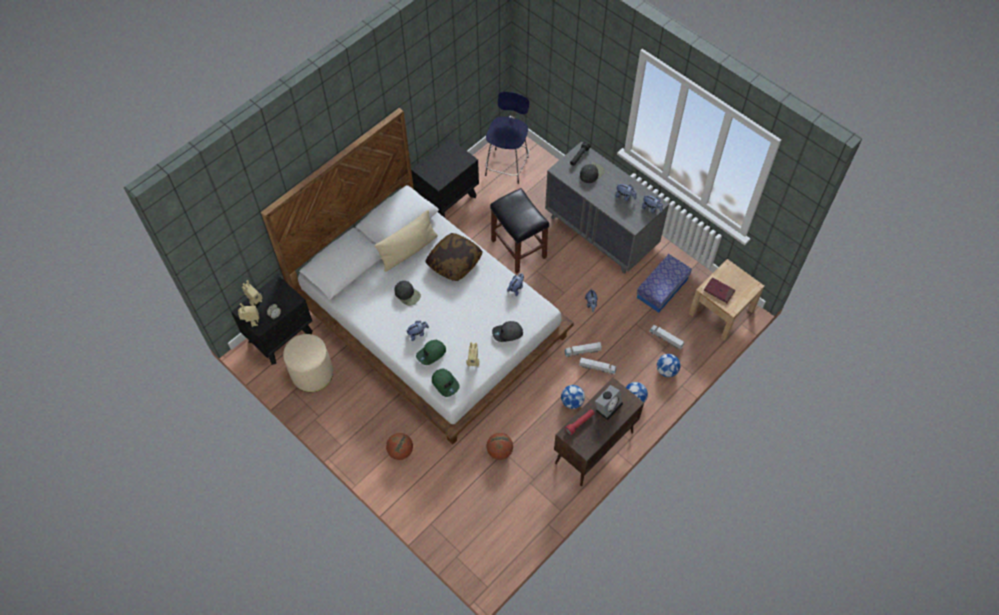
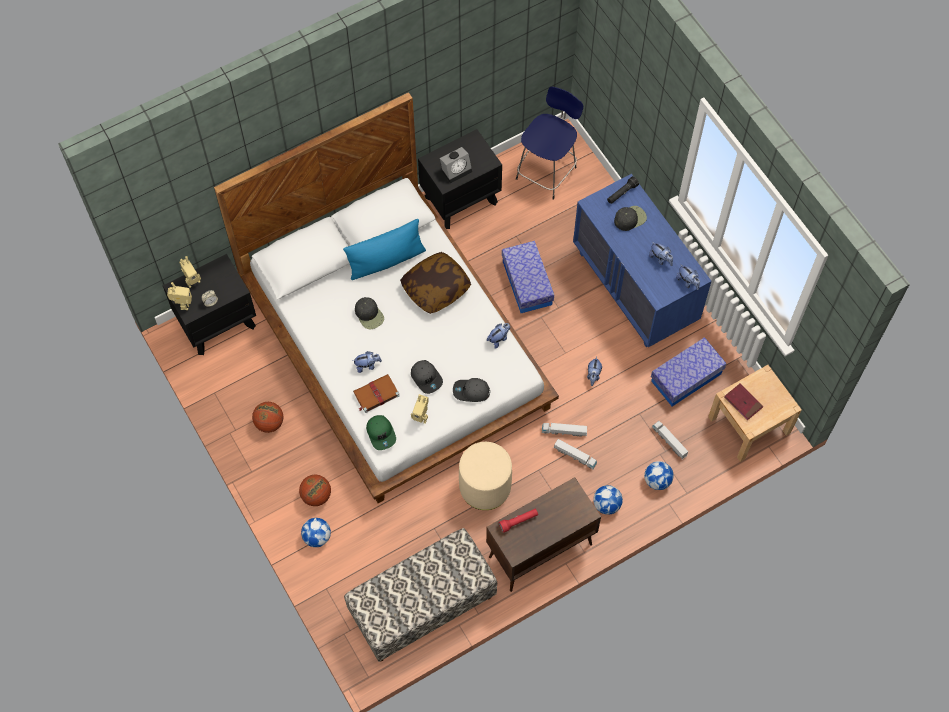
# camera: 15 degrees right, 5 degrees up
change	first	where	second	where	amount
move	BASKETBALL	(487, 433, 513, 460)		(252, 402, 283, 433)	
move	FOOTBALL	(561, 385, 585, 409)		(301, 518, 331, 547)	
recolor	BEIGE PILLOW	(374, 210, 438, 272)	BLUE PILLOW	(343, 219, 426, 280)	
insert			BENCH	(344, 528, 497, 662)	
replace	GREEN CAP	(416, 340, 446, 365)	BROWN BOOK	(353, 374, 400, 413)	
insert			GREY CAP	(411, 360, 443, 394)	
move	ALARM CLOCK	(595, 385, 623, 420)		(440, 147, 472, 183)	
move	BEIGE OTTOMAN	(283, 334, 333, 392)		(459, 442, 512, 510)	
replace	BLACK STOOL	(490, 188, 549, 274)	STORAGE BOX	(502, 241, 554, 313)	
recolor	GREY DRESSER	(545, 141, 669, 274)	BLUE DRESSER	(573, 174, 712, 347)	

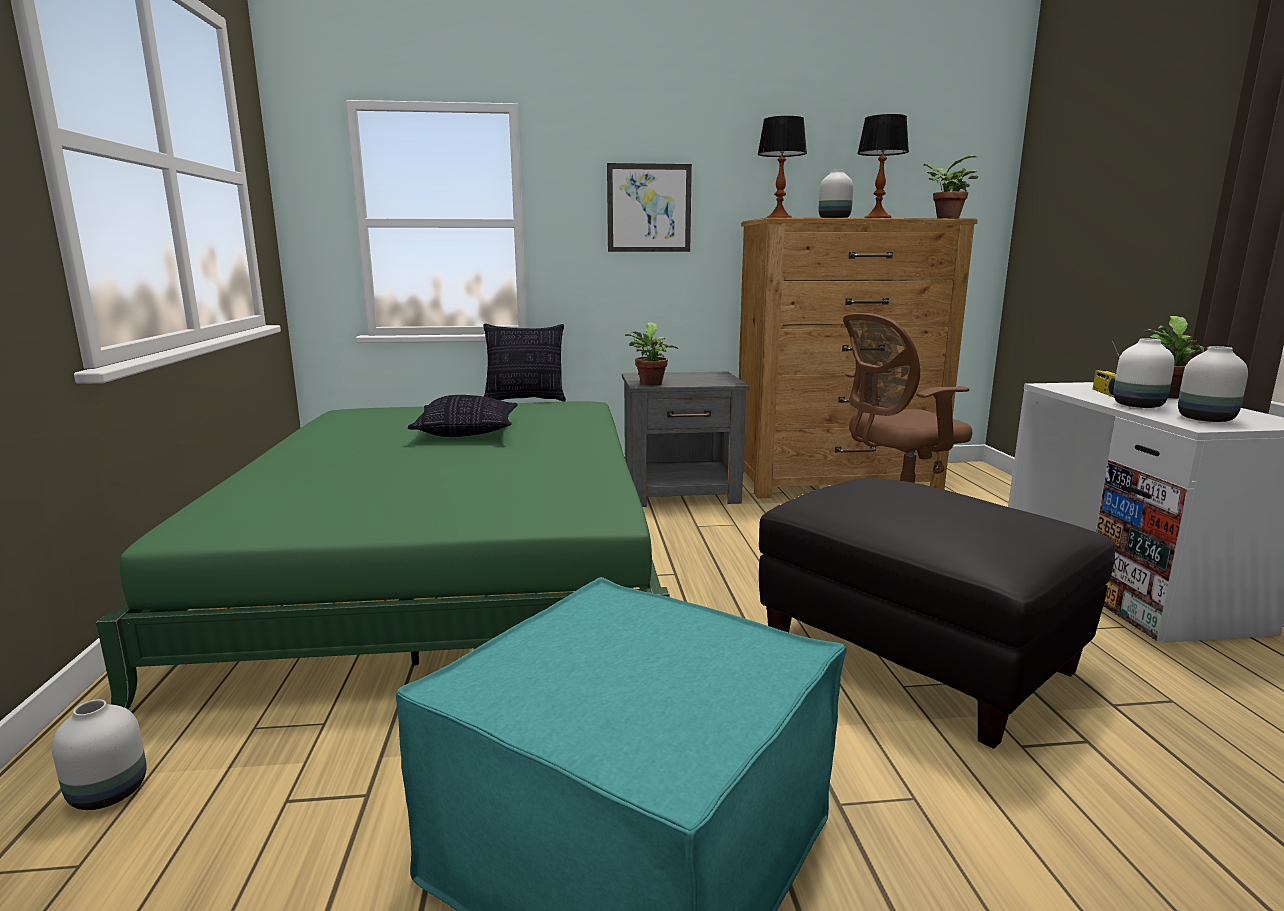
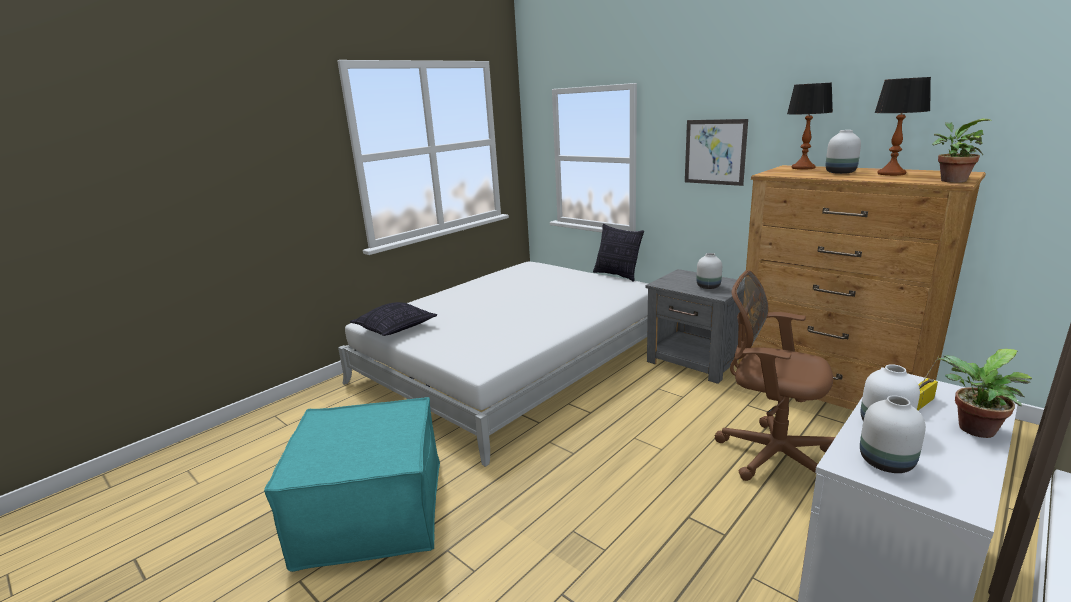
# camera: 50 degrees right, 5 degrees up
change	first	where	second	where	amount
recolor	GREEN BED	(96, 401, 670, 710)	WHITE BED	(338, 262, 648, 467)	
move	PILLOW	(408, 395, 518, 437)		(350, 302, 437, 336)	
move	WHITE VASE	(52, 699, 146, 810)		(696, 253, 722, 289)	
delete	POTTED PLANT	(625, 322, 679, 386)			
delete	BLACK OTTOMAN	(759, 478, 1115, 749)			

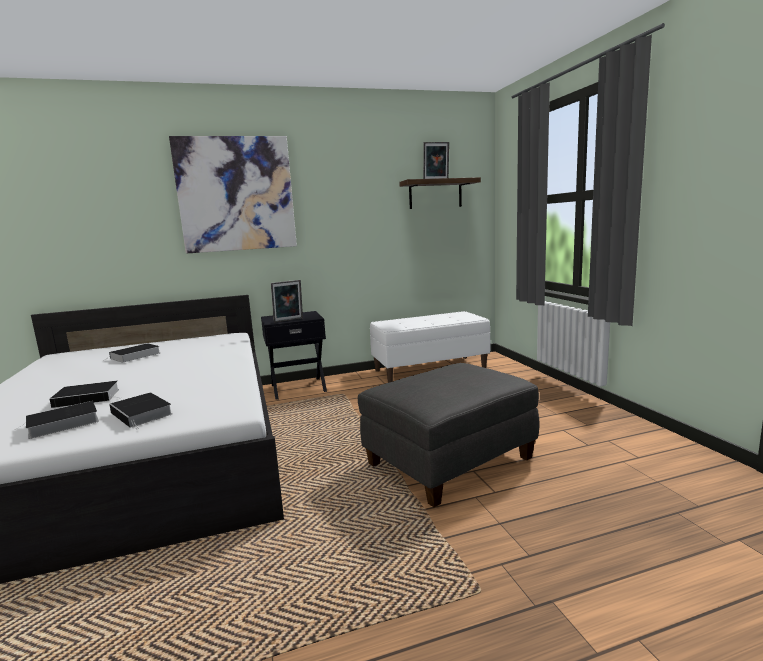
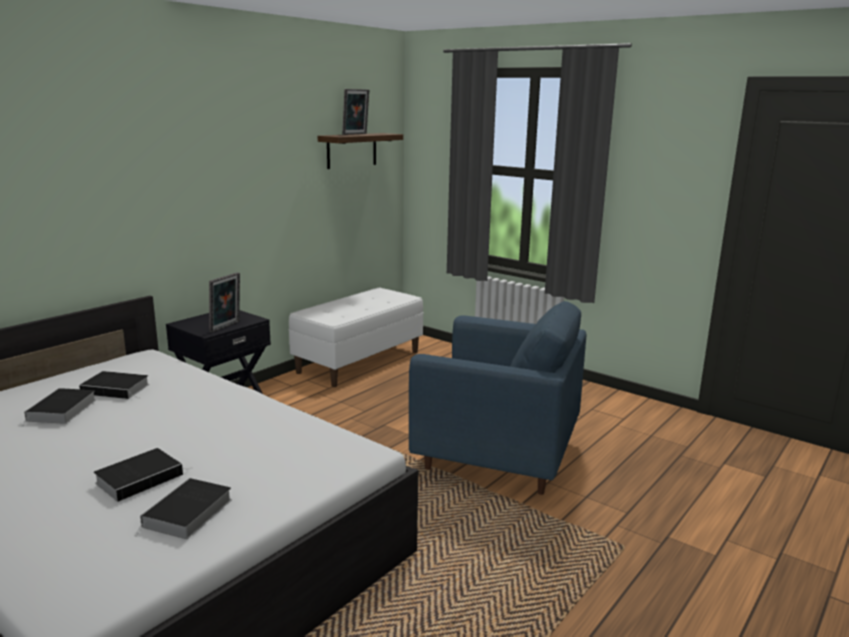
# camera: 35 degrees left, 5 degrees up
change	first	where	second	where	amount
move	BOOK	(109, 393, 173, 430)		(79, 371, 149, 399)	
replace	GREY OTTOMAN	(358, 363, 540, 507)	BLUE ARMCHAIR	(409, 301, 586, 495)	
delete	PICTURE	(169, 136, 297, 254)			

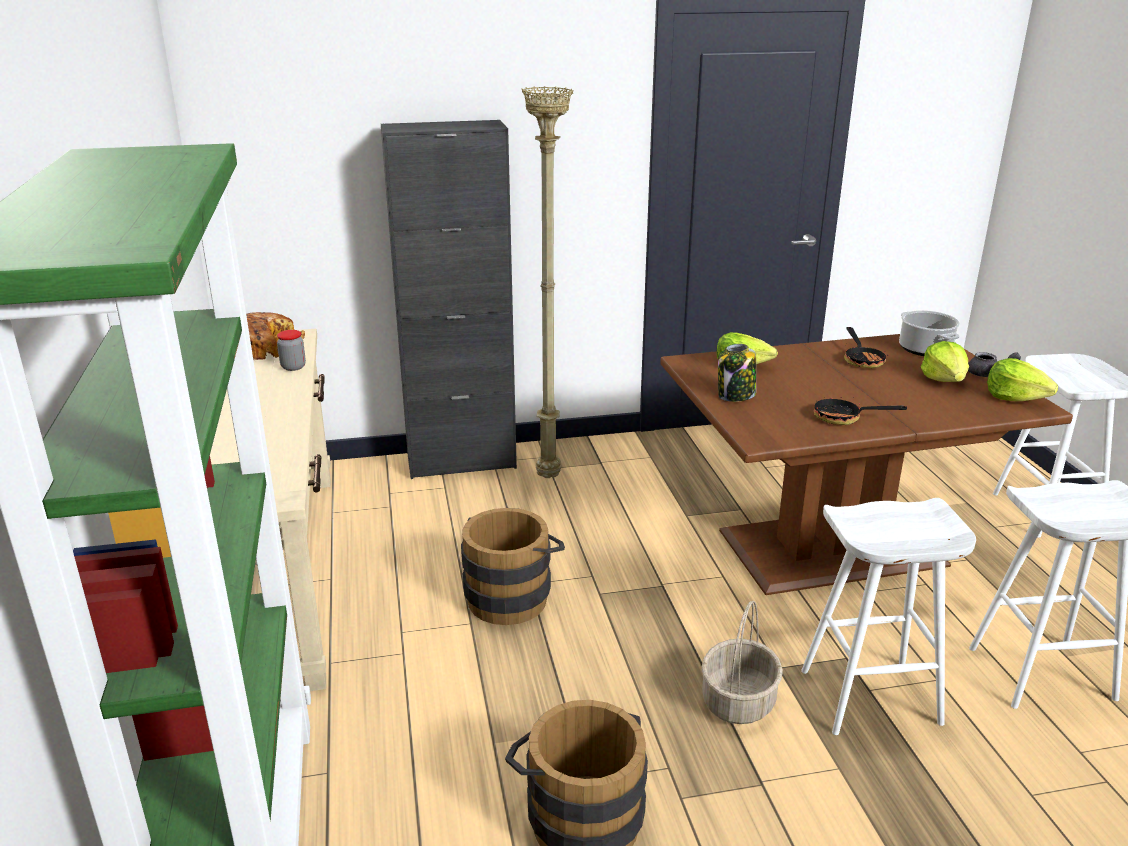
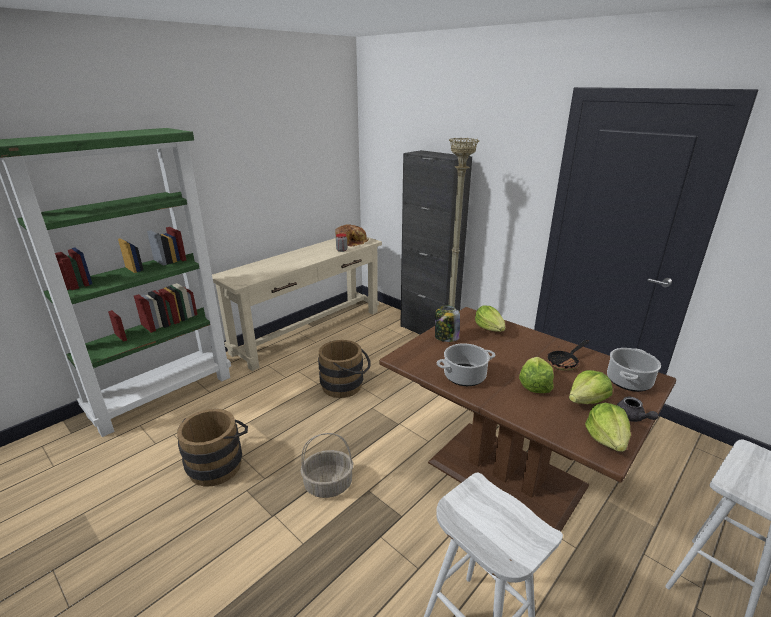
# camera: 55 degrees right, 0 degrees up
change	first	where	second	where	amount
replace	FRYING PAN	(814, 397, 907, 425)	COOKING POT	(437, 343, 495, 386)	
insert			LETTUCE	(519, 357, 554, 393)	
delete	WHITE STOOL	(801, 498, 976, 735)			

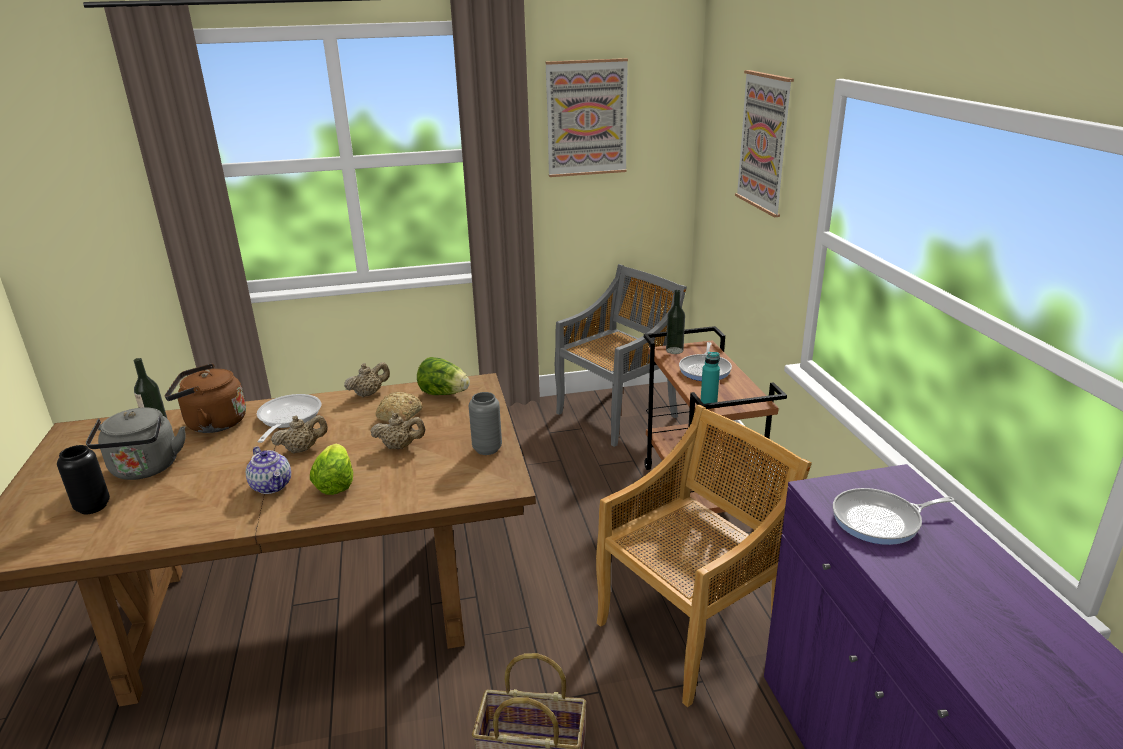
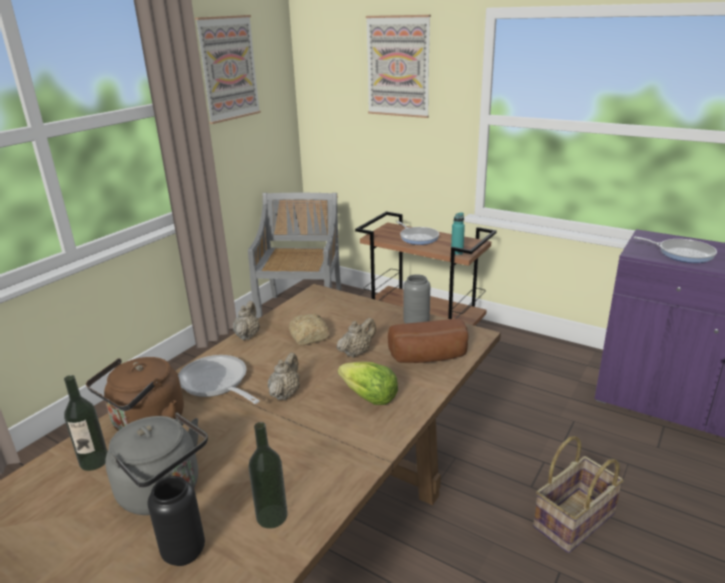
# camera: 45 degrees left, 0 degrees up
change	first	where	second	where	amount
move	BOTTLE	(666, 290, 685, 354)		(248, 422, 288, 529)	
insert			BREAD	(388, 319, 468, 363)	
rotate	FRYING PAN	(833, 488, 954, 545)		(633, 237, 717, 263)	90 degrees counterclockwise
delete	TEAPOT	(246, 446, 291, 494)			
delete	LETTUCE	(417, 357, 470, 395)			
delete	BEIGE CHAIR	(596, 405, 812, 707)			

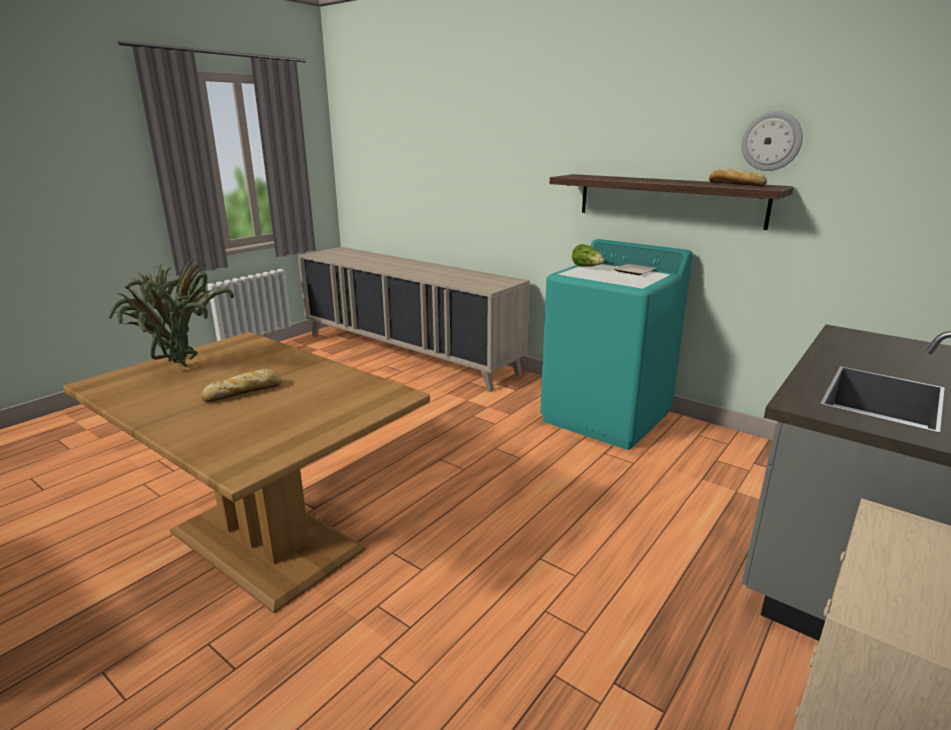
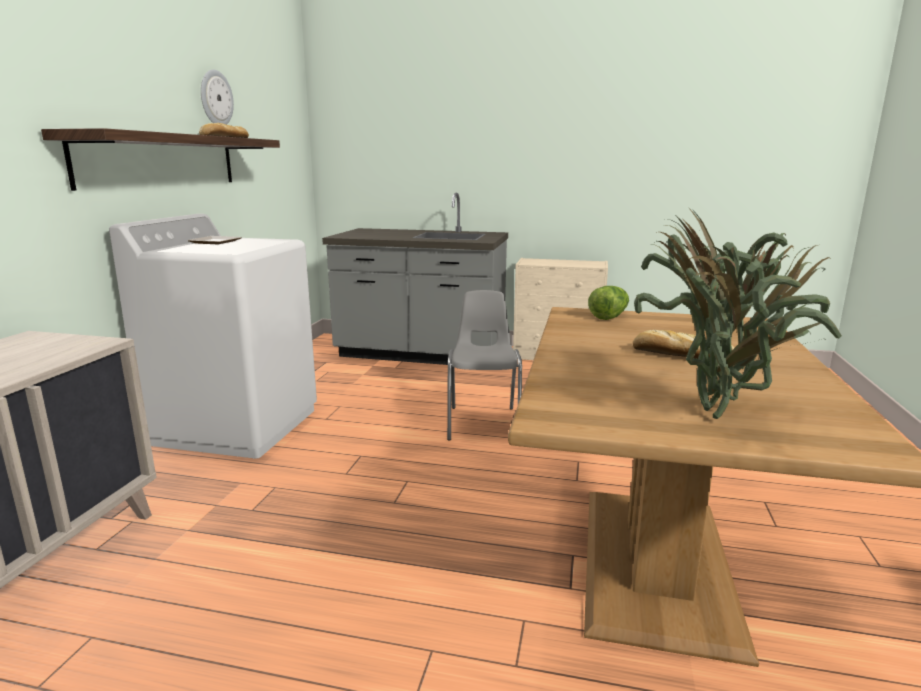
# camera: 115 degrees left, 5 degrees down
change	first	where	second	where	amount
recolor	TURQUOISE WASHING MACHINE	(540, 239, 693, 450)	WHITE WASHING MACHINE	(109, 214, 317, 458)	
insert			GREY CHAIR	(447, 290, 522, 440)	
move	LETTUCE	(572, 244, 604, 267)		(588, 286, 629, 320)	

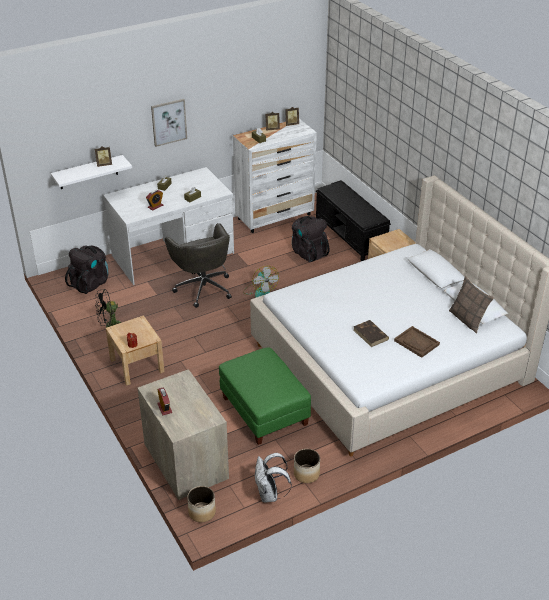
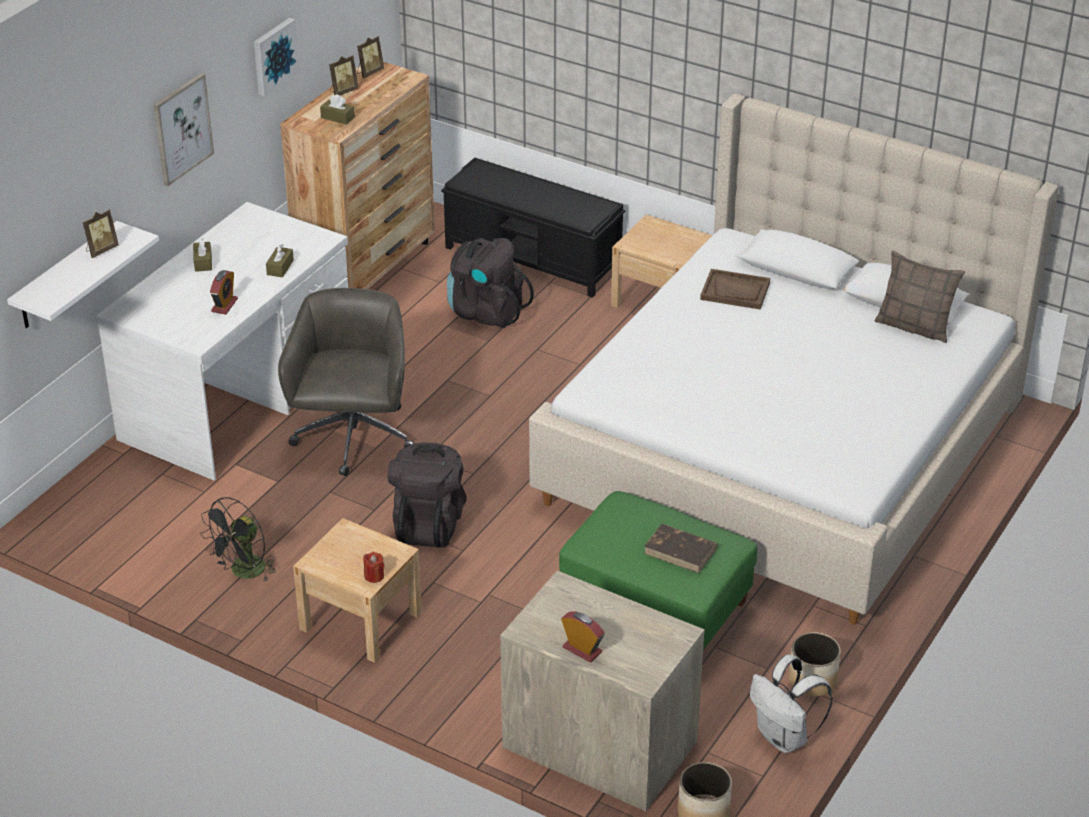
# camera: 30 degrees left, 0 degrees up
change	first	where	second	where	amount
insert			PICTURE	(254, 18, 299, 96)	
rotate	GREY OFFICE CHAIR	(165, 223, 232, 308)		(278, 288, 414, 476)	120 degrees counterclockwise
recolor	WHITE DRESSER	(233, 119, 317, 233)	BROWN DRESSER	(280, 62, 435, 289)	
move	BLACK BACKPACK	(65, 245, 108, 294)		(388, 442, 467, 548)	
move	BROWN BOOK	(353, 320, 389, 347)		(644, 524, 717, 573)	
move	BROWN TRAY	(394, 326, 440, 358)		(700, 269, 770, 310)	
delete	FAN	(243, 266, 279, 298)			

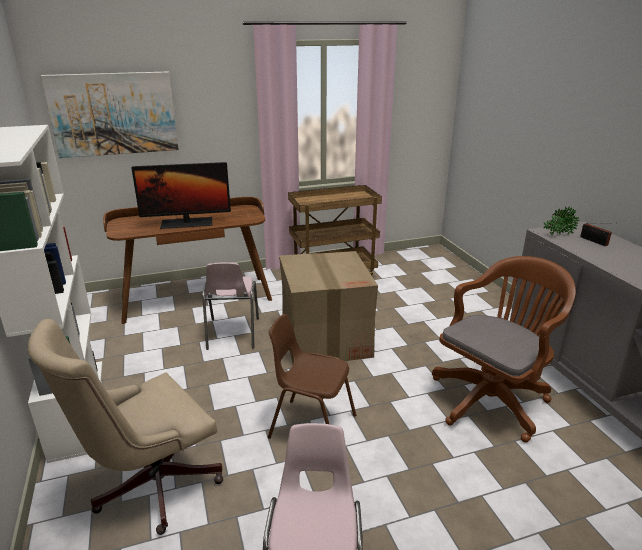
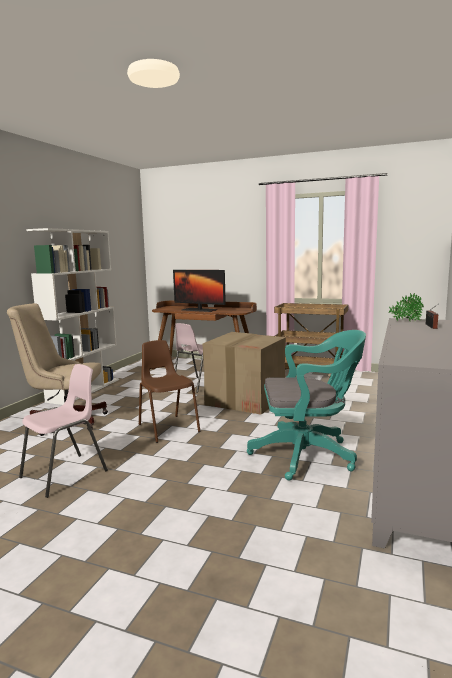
# camera: 40 degrees right, 15 degrees down
change	first	where	second	where	amount
recolor	BROWN OFFICE CHAIR	(432, 256, 576, 443)	TURQUOISE OFFICE CHAIR	(247, 330, 366, 481)	
delete	PICTURE	(41, 72, 179, 158)			

